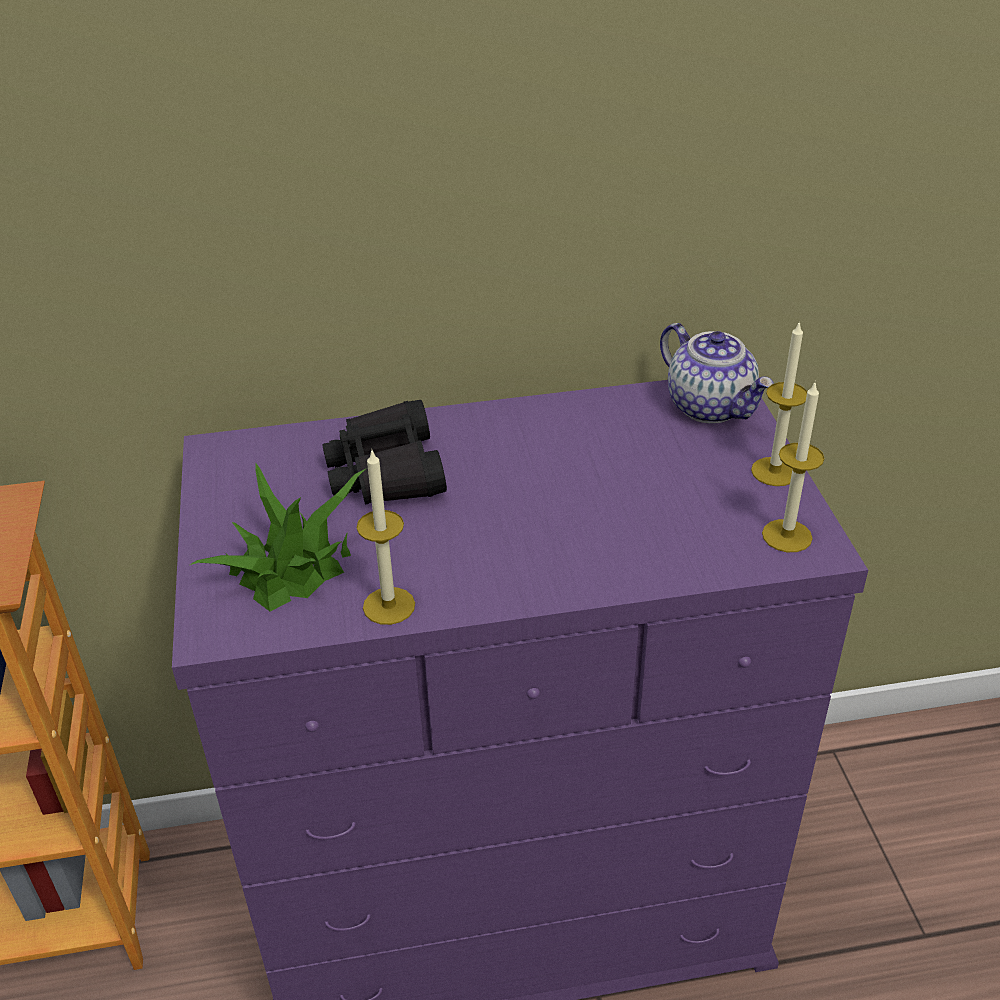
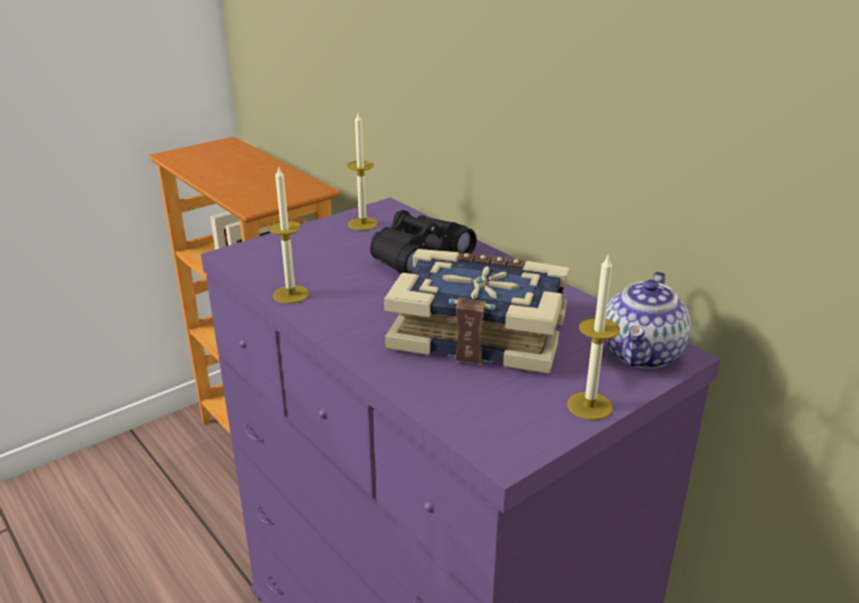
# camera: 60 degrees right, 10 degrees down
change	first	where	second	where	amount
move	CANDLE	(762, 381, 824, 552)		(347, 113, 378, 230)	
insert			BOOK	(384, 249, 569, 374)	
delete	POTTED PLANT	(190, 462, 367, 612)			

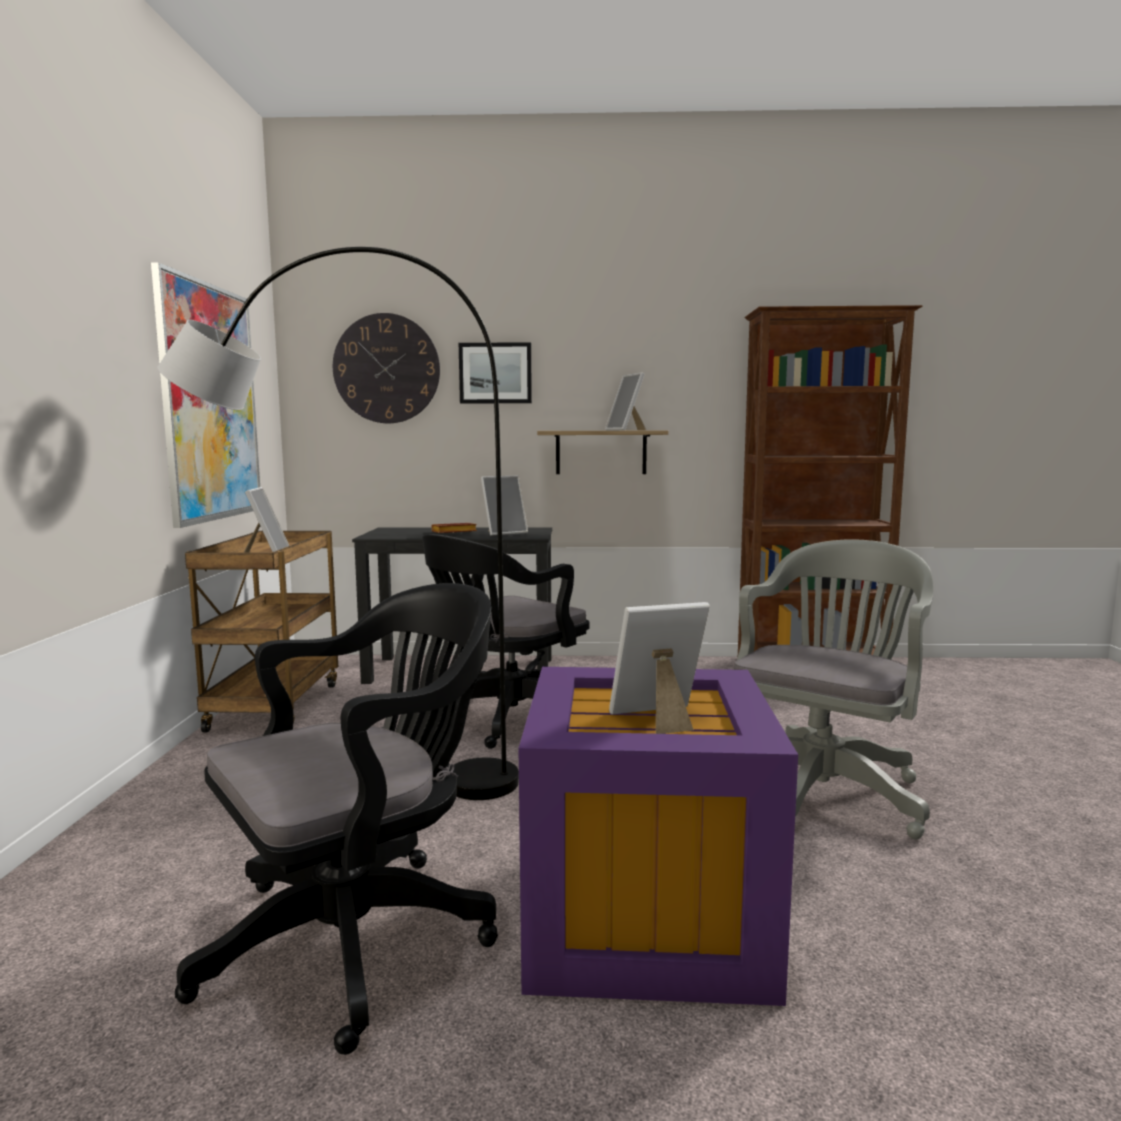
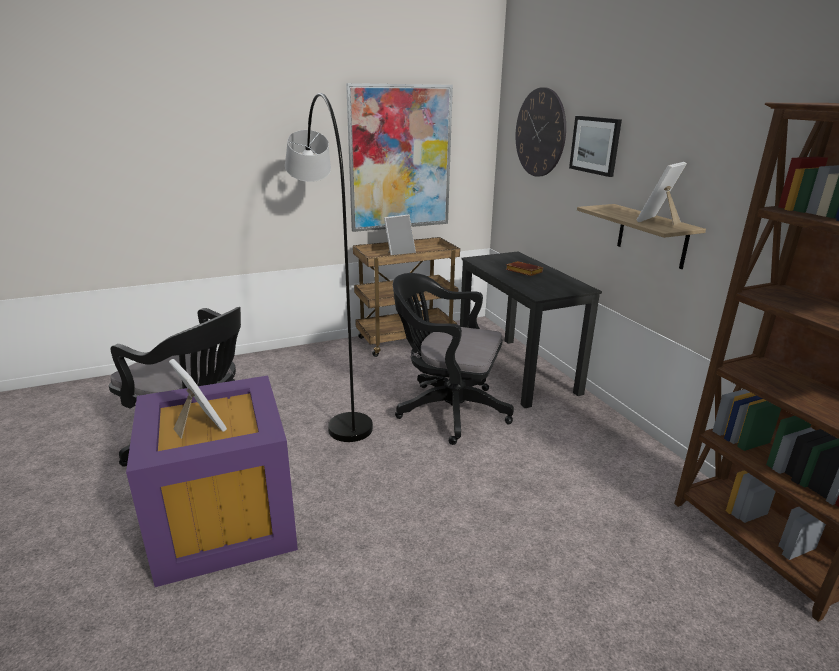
# camera: 65 degrees right, 15 degrees up
change	first	where	second	where	amount
delete	PICTURE FRAME	(481, 476, 528, 536)			
delete	GREY OFFICE CHAIR	(734, 539, 933, 840)			

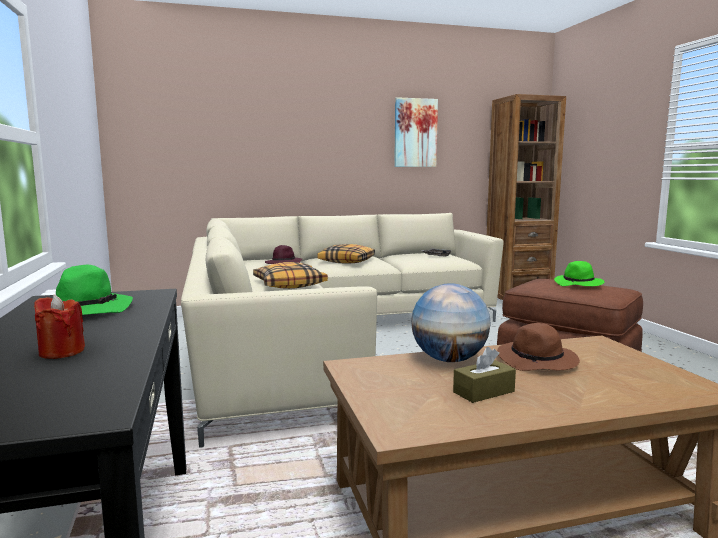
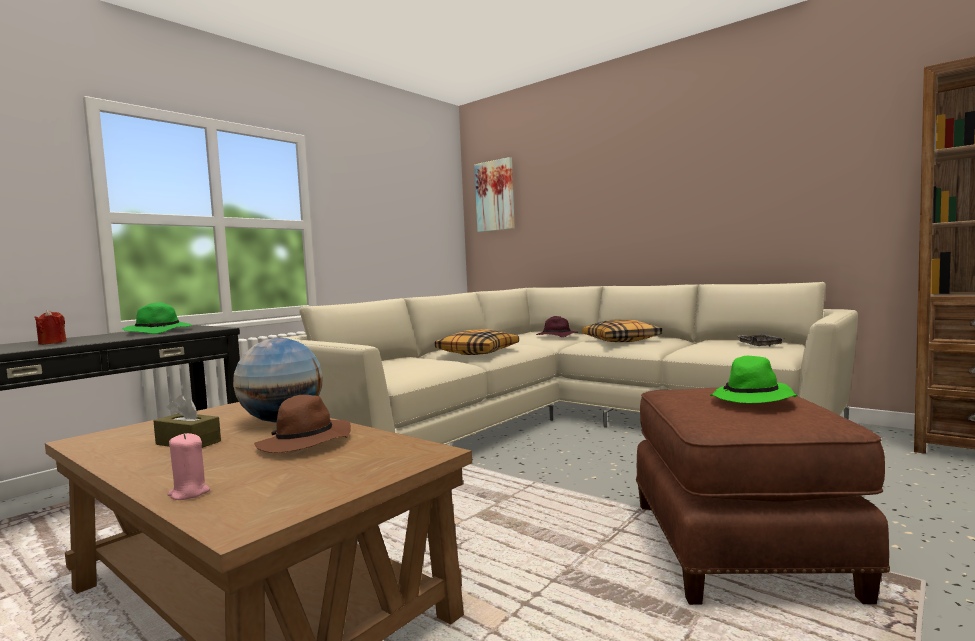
# camera: 55 degrees right, 5 degrees down
change	first	where	second	where	amount
insert			PINK CANDLE	(167, 433, 210, 500)	
move	PICTURE	(394, 97, 438, 167)		(474, 157, 515, 232)	

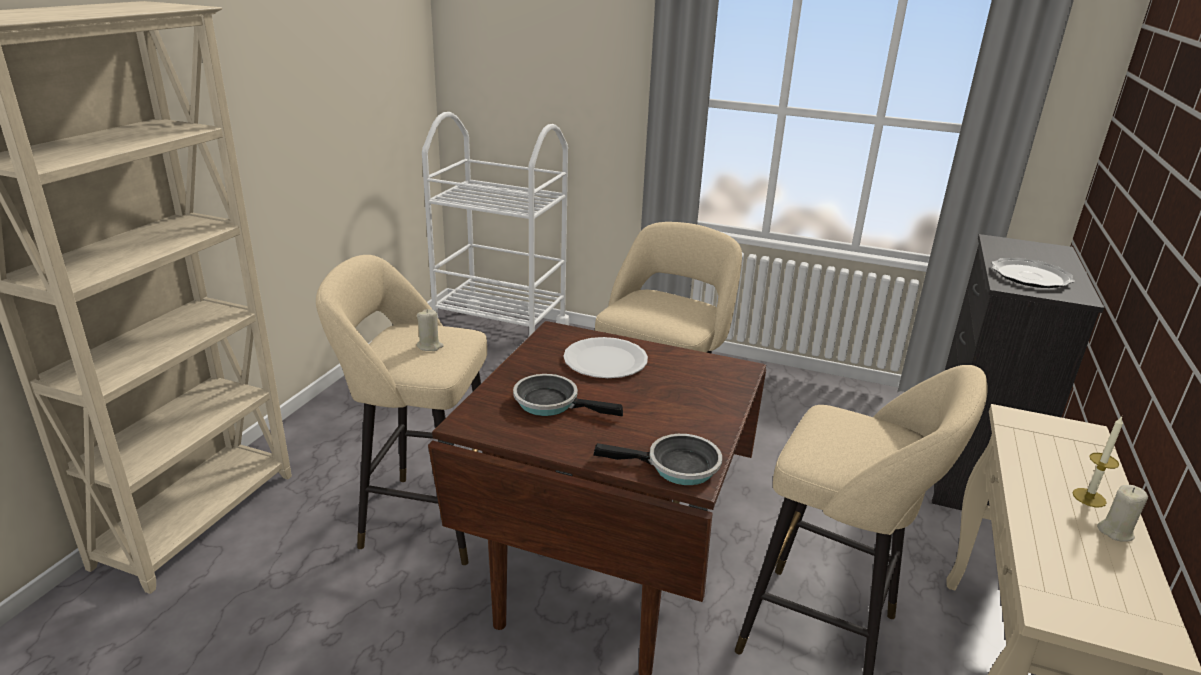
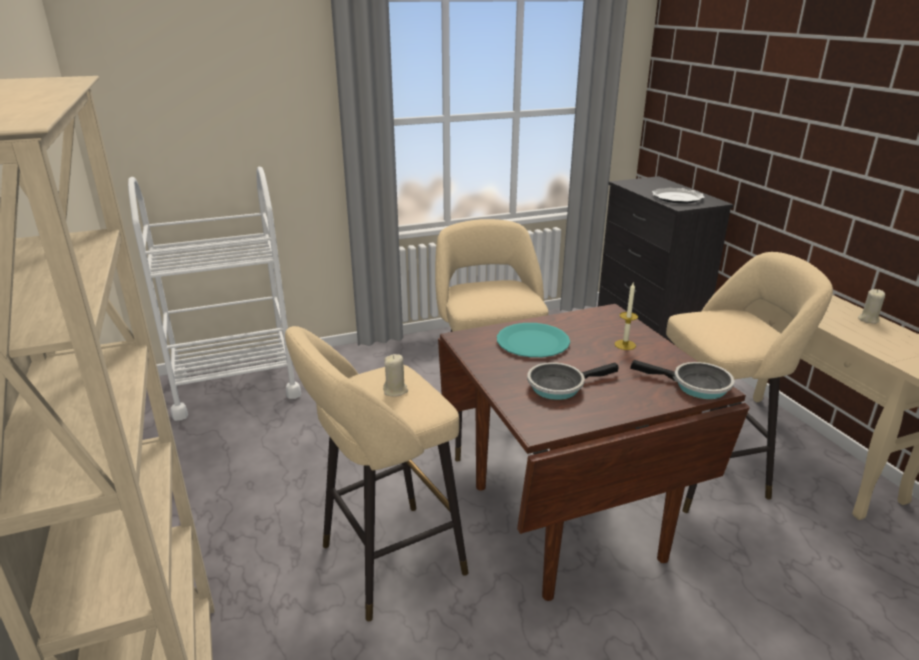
# camera: 40 degrees left, 0 degrees up
change	first	where	second	where	amount
recolor	WHITE PLATE	(563, 337, 648, 378)	TURQUOISE PLATE	(497, 323, 570, 357)	
move	CANDLE	(1073, 416, 1123, 507)		(615, 283, 638, 350)	
rotate	FRYING PAN	(593, 434, 722, 485)		(630, 360, 735, 399)	60 degrees clockwise

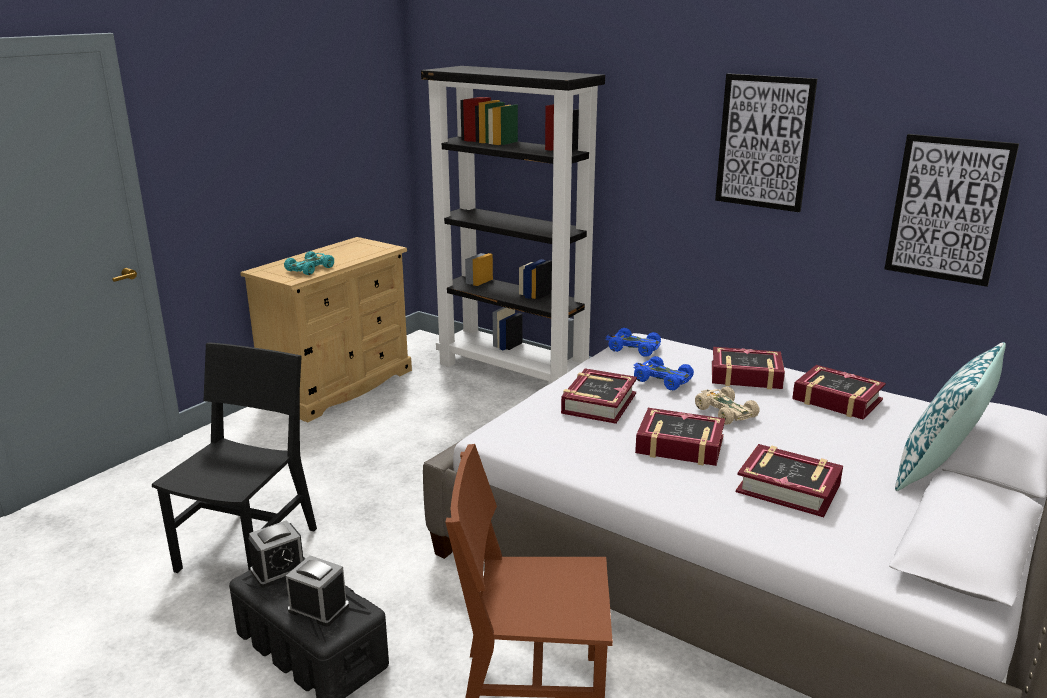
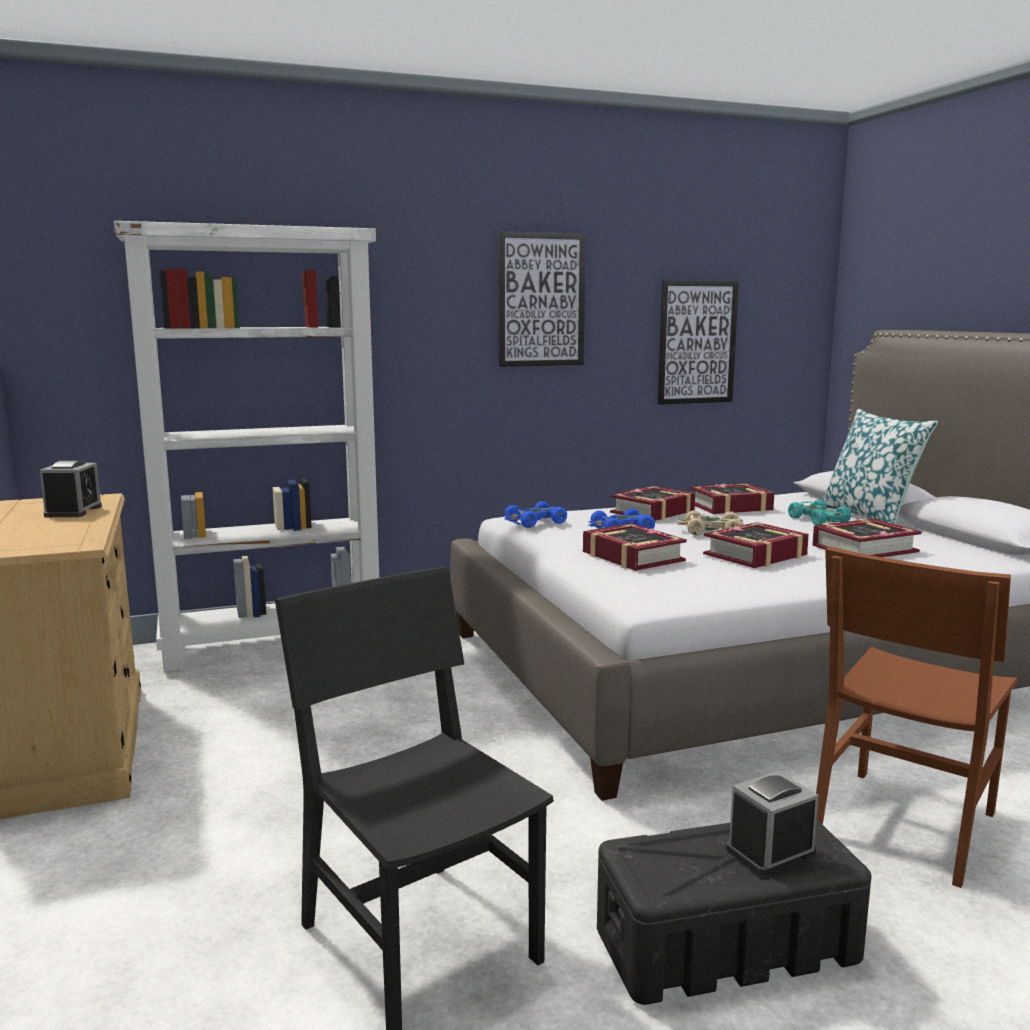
# camera: 55 degrees left, 10 degrees down
change	first	where	second	where	amount
move	ALARM CLOCK	(248, 520, 304, 588)		(40, 461, 102, 517)	
recolor	BLACK BOOKCASE	(421, 66, 605, 384)	WHITE BOOKCASE	(114, 221, 379, 672)	
move	TURQUOISE TOY CAR	(284, 251, 334, 275)		(788, 500, 851, 525)	

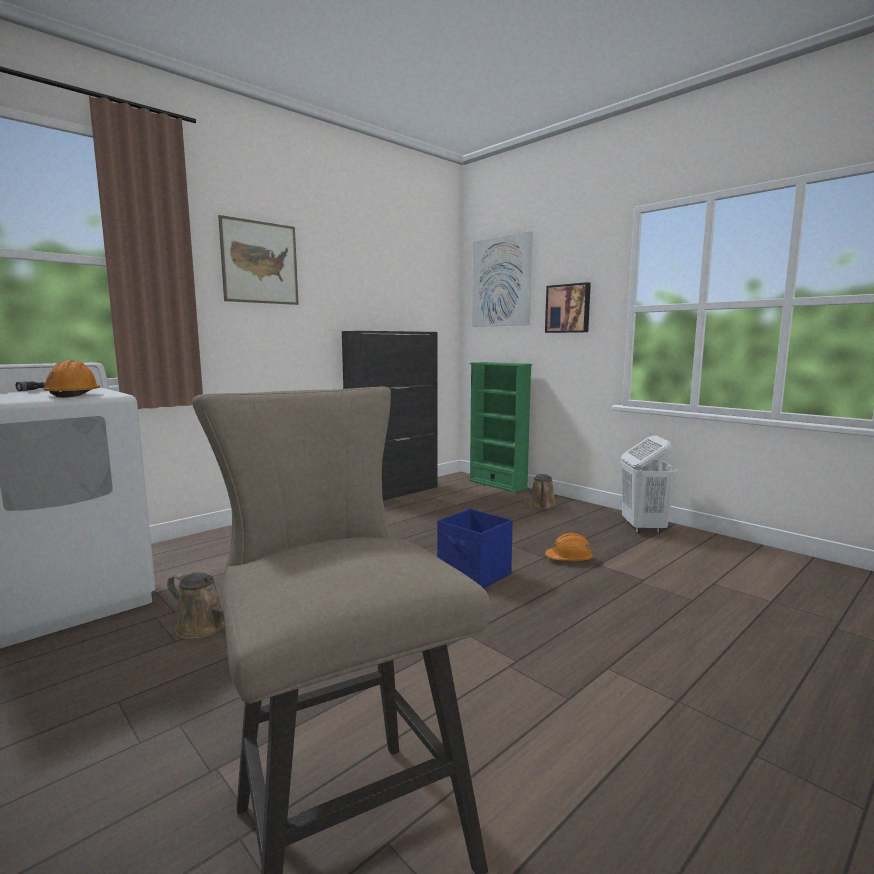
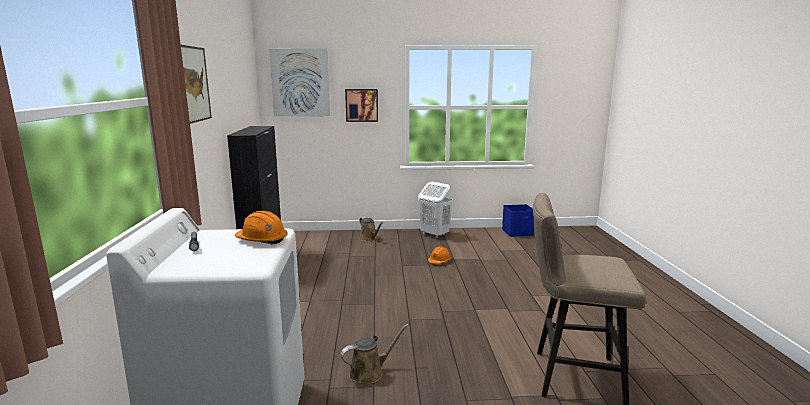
# camera: 50 degrees left, 5 degrees up
change	first	where	second	where	amount
move	BLUE STORAGE BOX	(437, 509, 513, 588)		(502, 204, 534, 237)	
delete	GREEN BOOKCASE	(468, 362, 532, 493)			

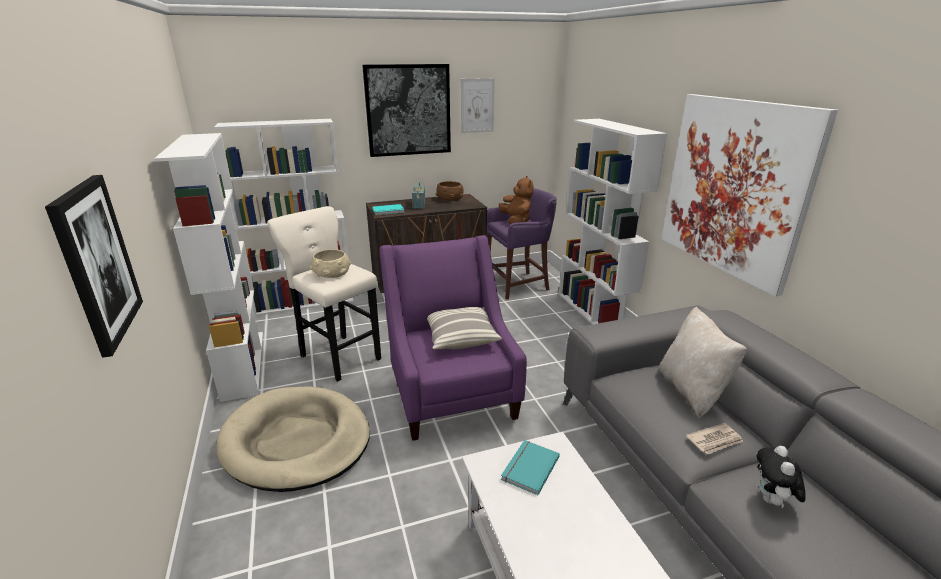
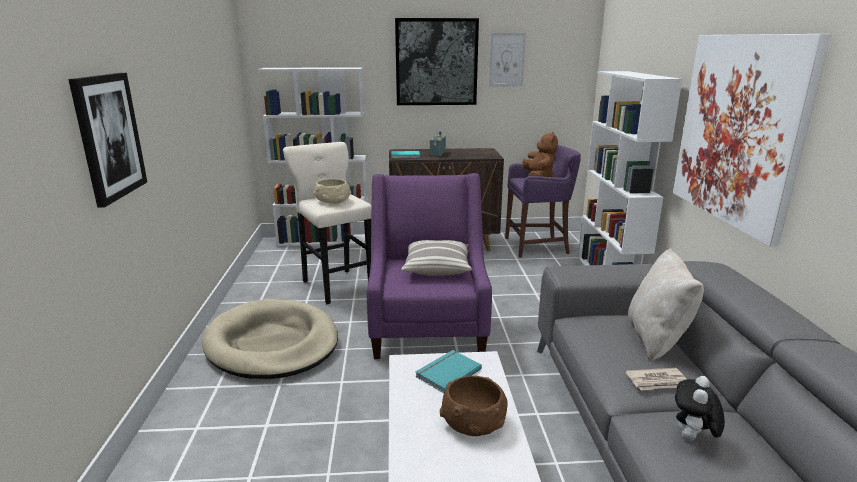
# camera: 15 degrees right, 5 degrees down
change	first	where	second	where	amount
move	BROWN BOWL	(436, 181, 464, 201)		(440, 376, 508, 436)	
delete	WHITE BOOKCASE	(154, 133, 263, 402)			

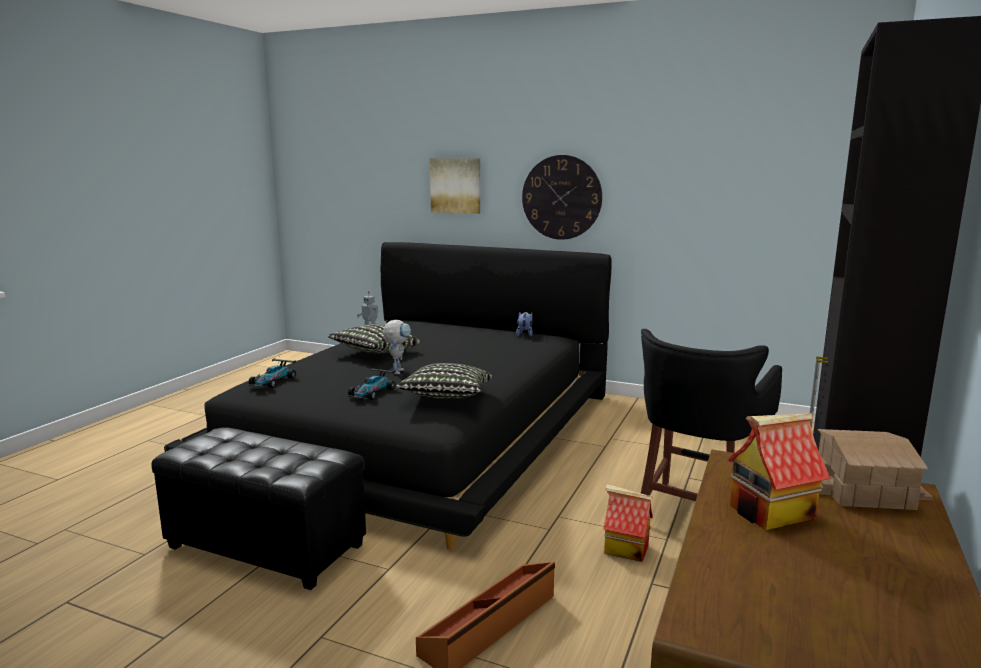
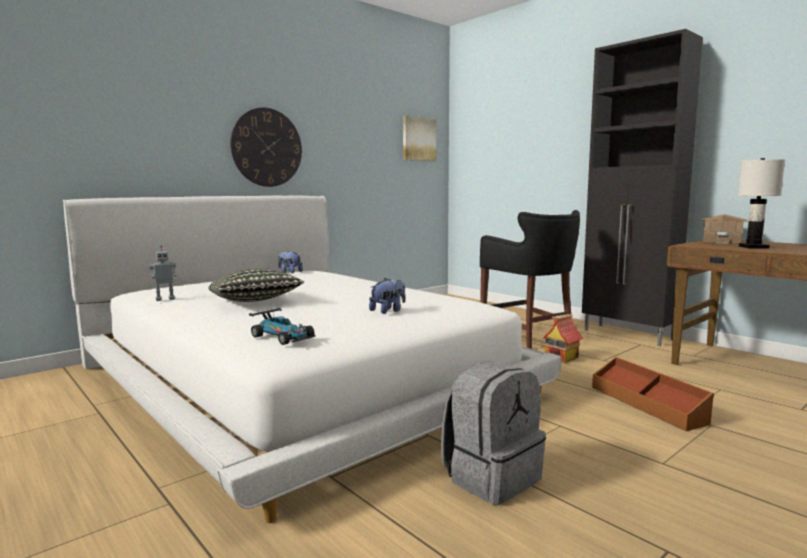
# camera: 65 degrees left, 5 degrees down
change	first	where	second	where	amount
recolor	BLACK BED	(164, 242, 612, 550)	WHITE BED	(63, 195, 562, 523)	
replace	TOY CAR	(348, 368, 396, 400)	PLUSH TOY	(369, 278, 406, 314)	
move	PICTURE	(430, 158, 480, 214)		(403, 115, 436, 161)	
replace	BLACK OTTOMAN	(152, 427, 366, 590)	GREY BACKPACK	(441, 361, 546, 505)	
replace	TOY HOUSE	(728, 413, 831, 531)	WHITE TABLE LAMP	(738, 158, 785, 249)	
delete	TOY ROBOT	(383, 320, 411, 374)			
delete	PILLOW	(396, 363, 492, 399)			

